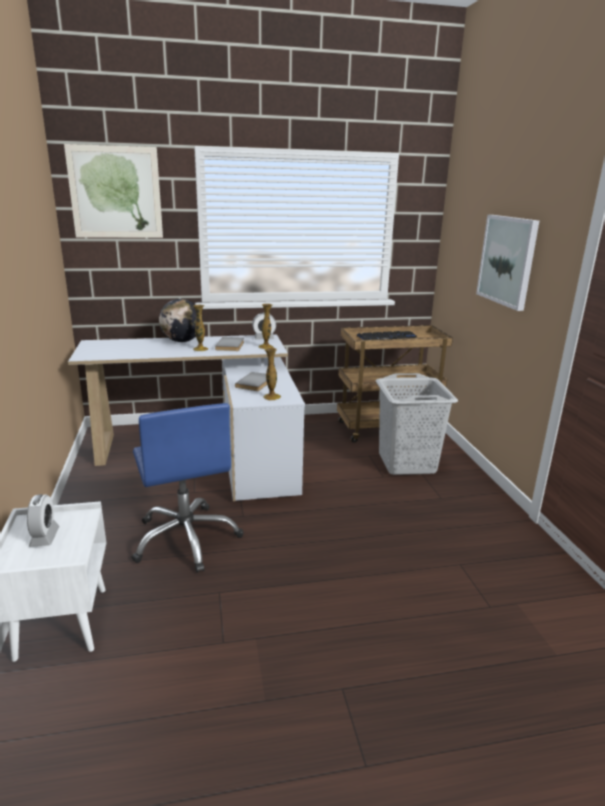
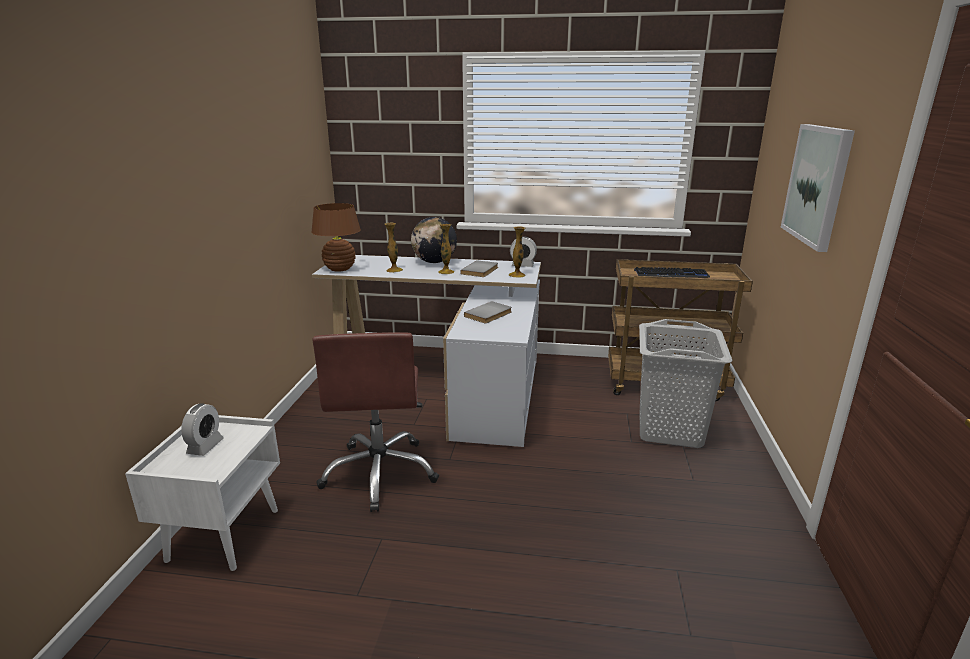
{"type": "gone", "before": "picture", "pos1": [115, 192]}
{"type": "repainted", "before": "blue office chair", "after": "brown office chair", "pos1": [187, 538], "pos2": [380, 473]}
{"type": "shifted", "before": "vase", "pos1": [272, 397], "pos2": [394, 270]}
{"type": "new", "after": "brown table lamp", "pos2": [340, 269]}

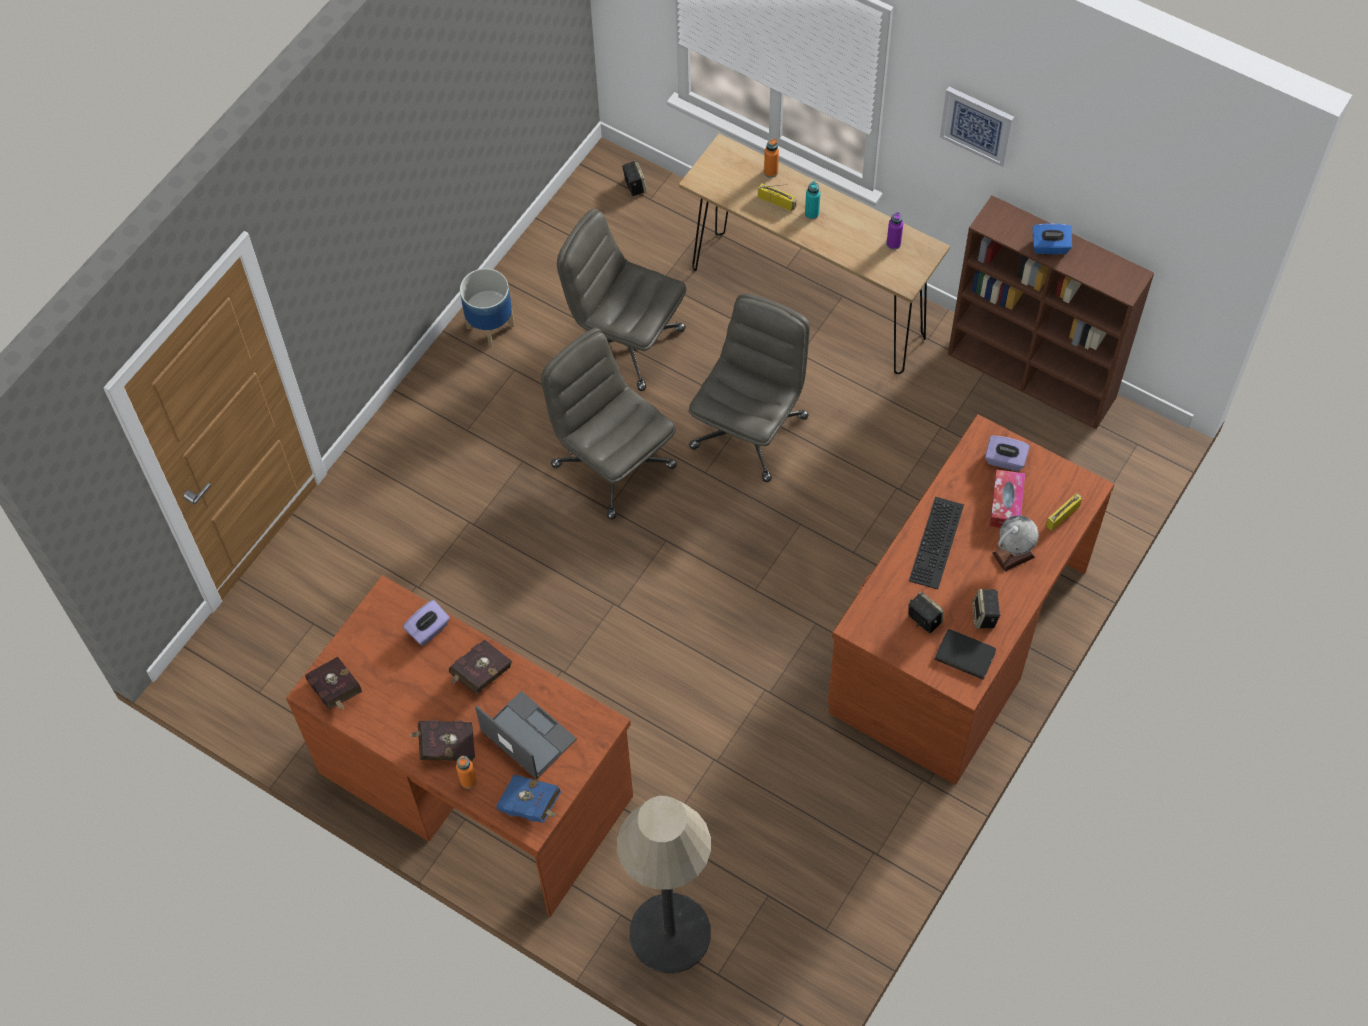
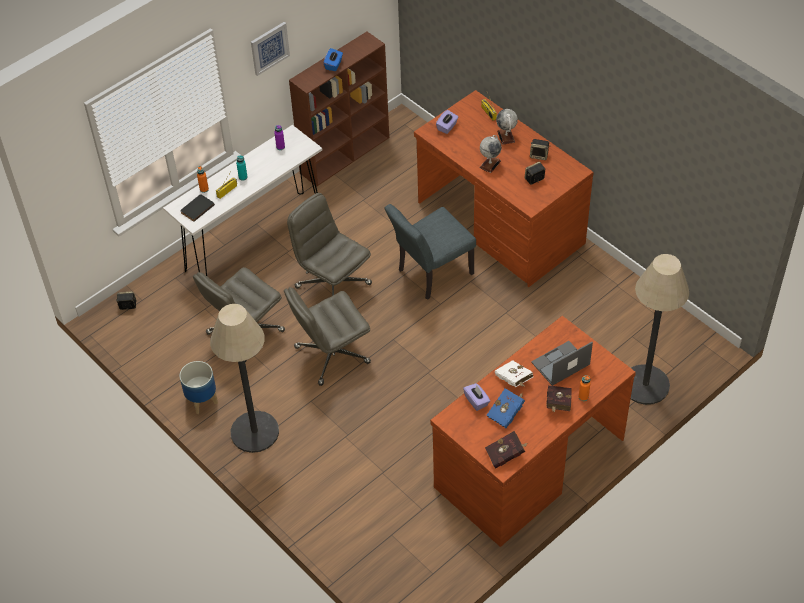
{"type": "repainted", "before": "red book", "after": "white book", "pos1": [479, 674], "pos2": [514, 380]}
{"type": "shifted", "before": "blue book", "pos1": [532, 806], "pos2": [507, 413]}
{"type": "repainted", "before": "brown console table", "after": "white console table", "pos1": [807, 302], "pos2": [254, 240]}
{"type": "swapped", "before": "keyboard", "after": "globe", "pos1": [938, 544], "pos2": [490, 164]}
{"type": "shifted", "before": "black book", "pos1": [966, 653], "pos2": [196, 208]}
{"type": "gone", "before": "tissue box", "pos1": [1006, 504]}
{"type": "new", "after": "floor lamp", "pos2": [254, 432]}
{"type": "new", "after": "grey chair", "pos2": [430, 274]}

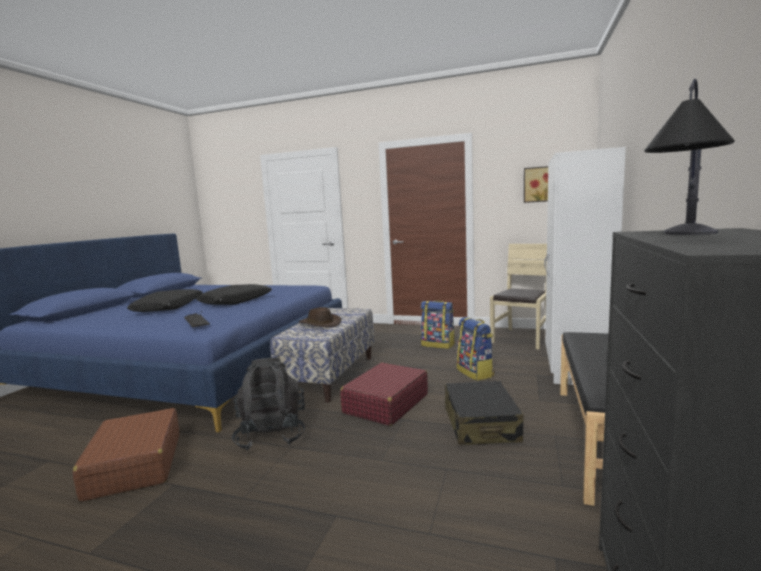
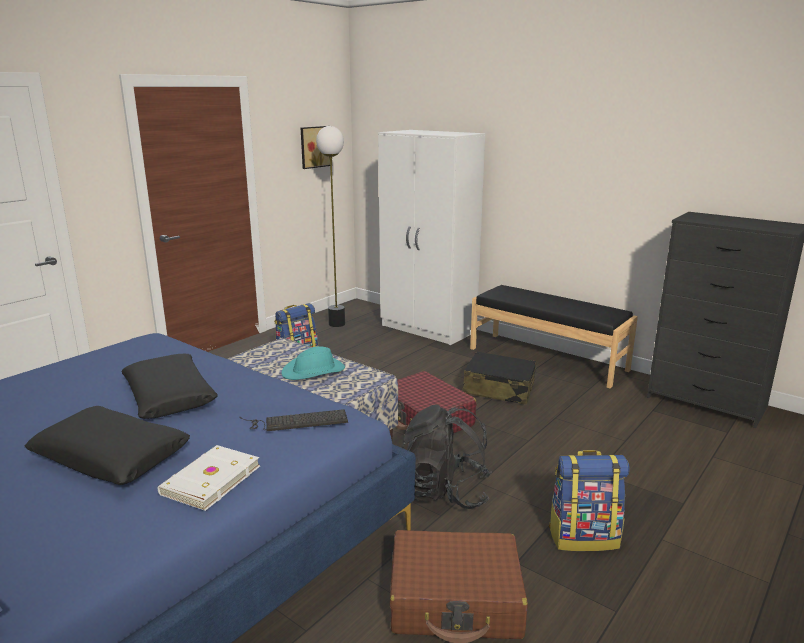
{"type": "repainted", "before": "brown hat", "after": "turquoise hat", "pos1": [319, 324], "pos2": [314, 371]}
{"type": "shifted", "before": "backpack", "pos1": [475, 373], "pos2": [583, 537]}
{"type": "swapped", "before": "beige chair", "after": "floor lamp", "pos1": [521, 338], "pos2": [337, 324]}
{"type": "gone", "before": "table lamp", "pos1": [684, 236]}
{"type": "new", "after": "white book", "pos2": [209, 480]}

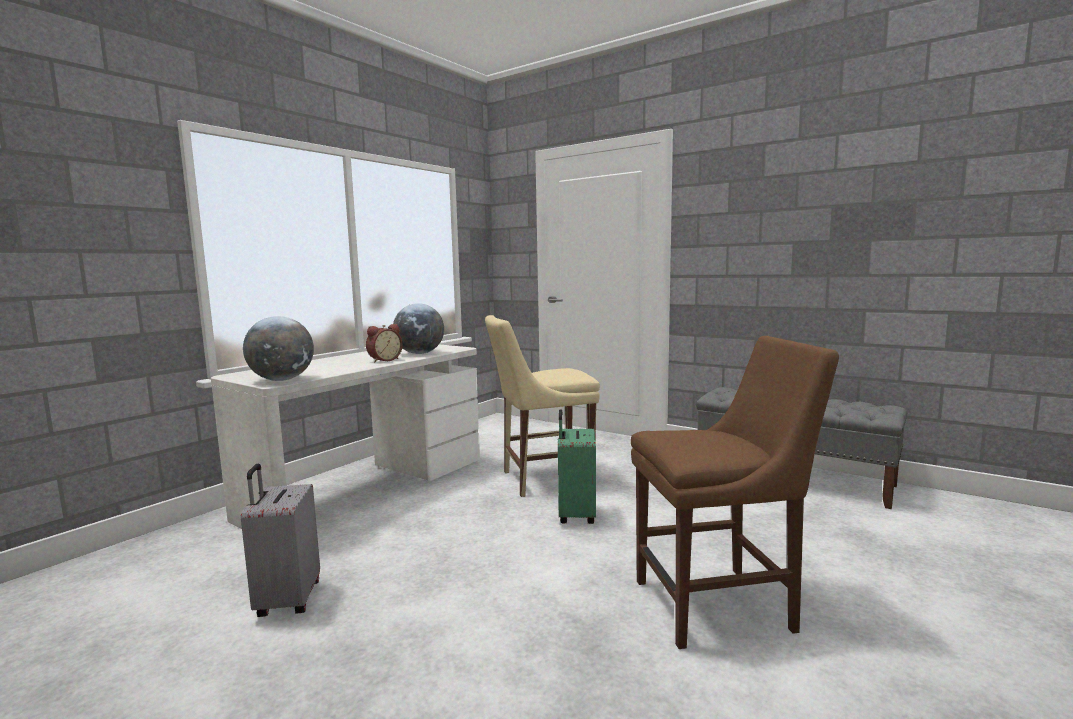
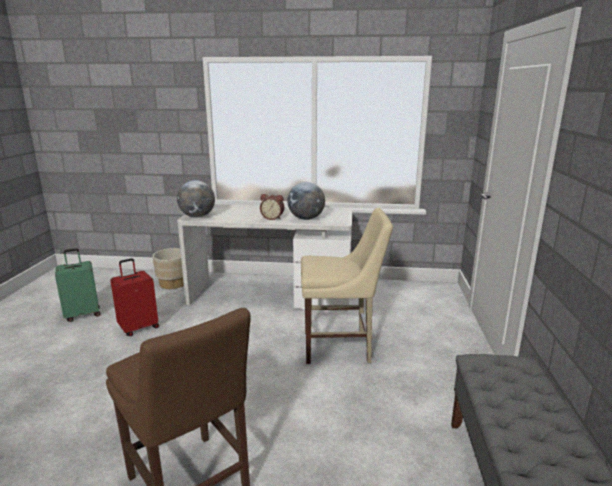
{"type": "repainted", "before": "grey suitcase", "after": "red suitcase", "pos1": [287, 600], "pos2": [138, 328]}
{"type": "rotated", "before": "beige chair", "pos1": [542, 479], "pos2": [340, 347], "turn": 135}
{"type": "shifted", "before": "green suitcase", "pos1": [575, 515], "pos2": [83, 314]}
{"type": "new", "after": "beige planter", "pos2": [173, 283]}

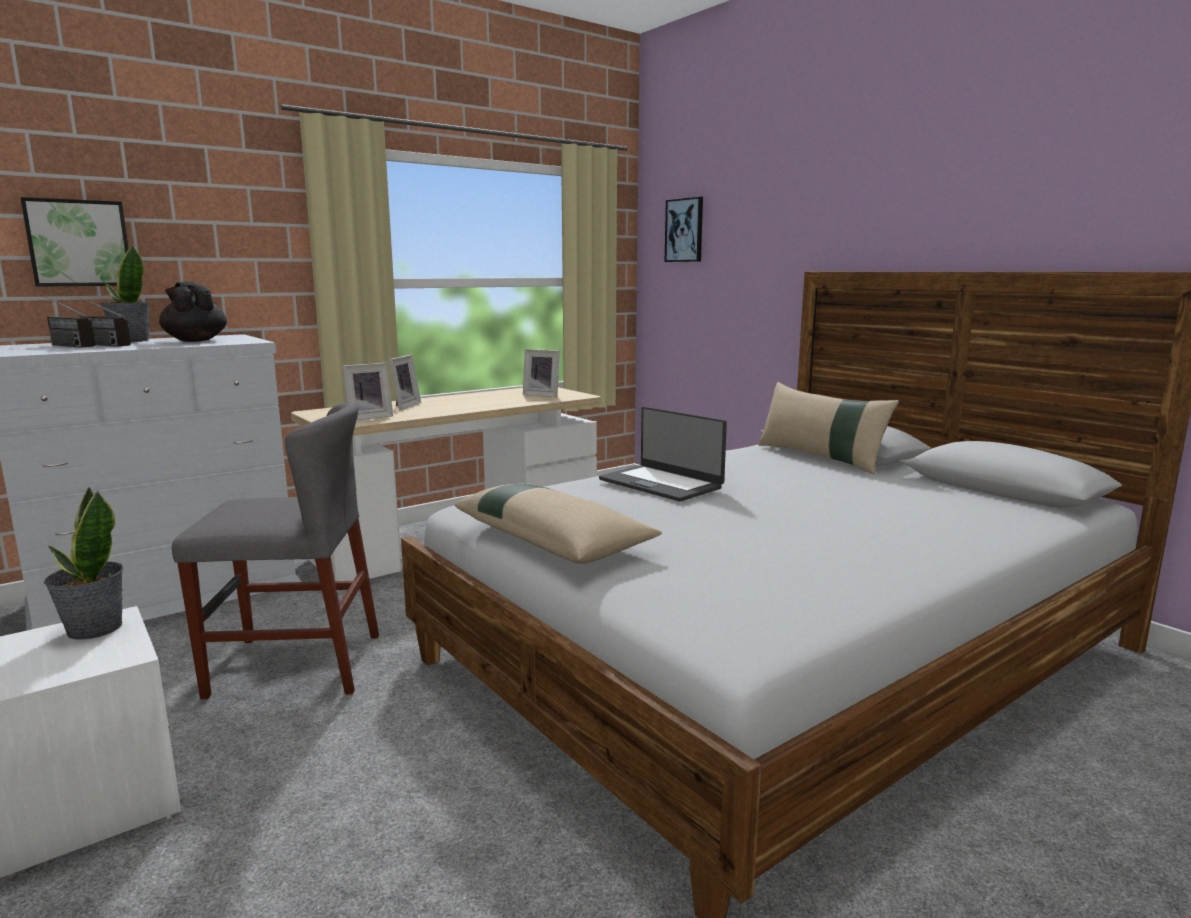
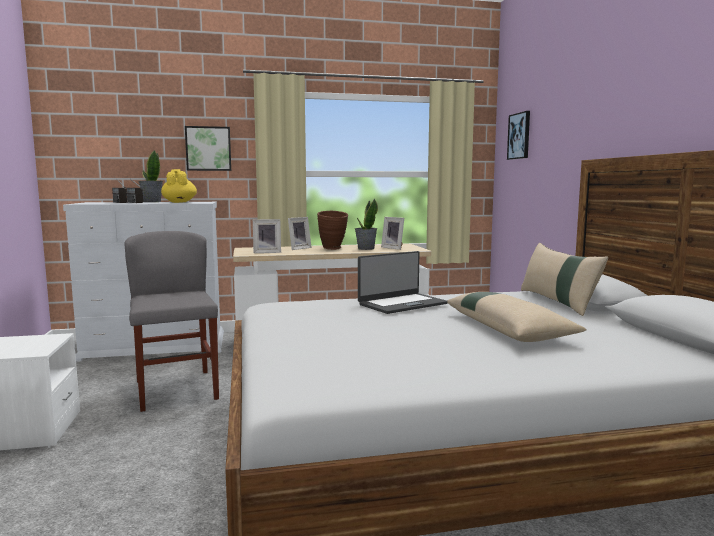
{"type": "shifted", "before": "picture", "pos1": [78, 243], "pos2": [208, 148]}
{"type": "shifted", "before": "potted plant", "pos1": [94, 629], "pos2": [365, 248]}
{"type": "repainted", "before": "black teapot", "after": "yellow teapot", "pos1": [195, 340], "pos2": [179, 202]}
{"type": "rotated", "before": "grey chair", "pos1": [295, 665], "pos2": [176, 390], "turn": -135}
{"type": "shifted", "before": "beige pillow", "pos1": [553, 539], "pos2": [508, 329]}
{"type": "rotated", "before": "laptop", "pos1": [661, 483], "pos2": [402, 304], "turn": -105}
{"type": "new", "after": "brown vase", "pos2": [333, 249]}

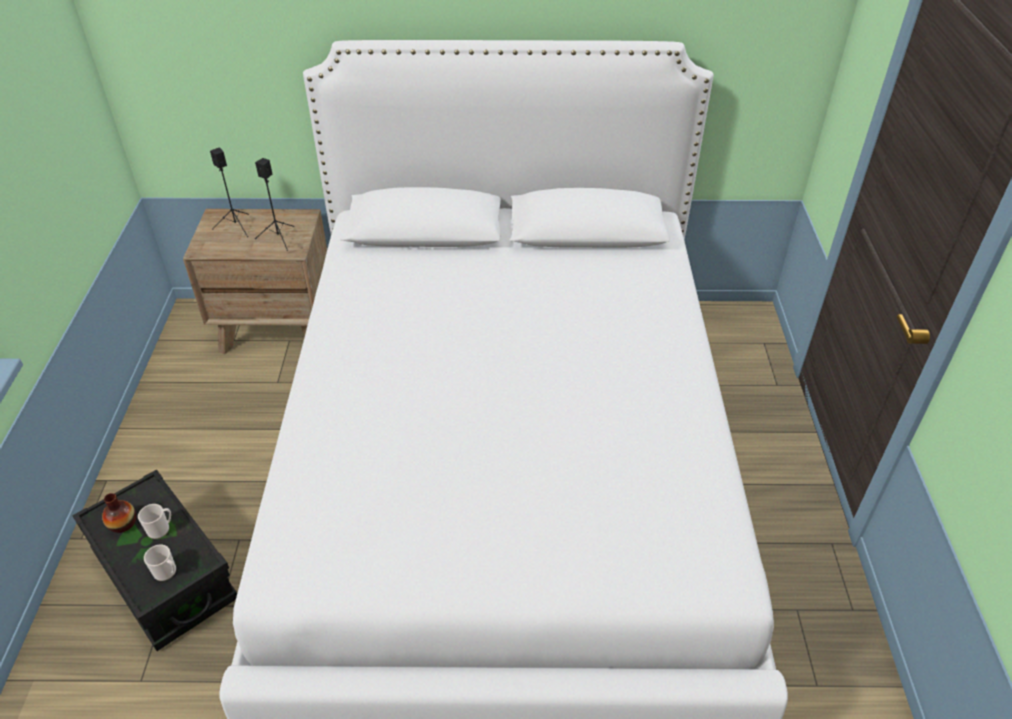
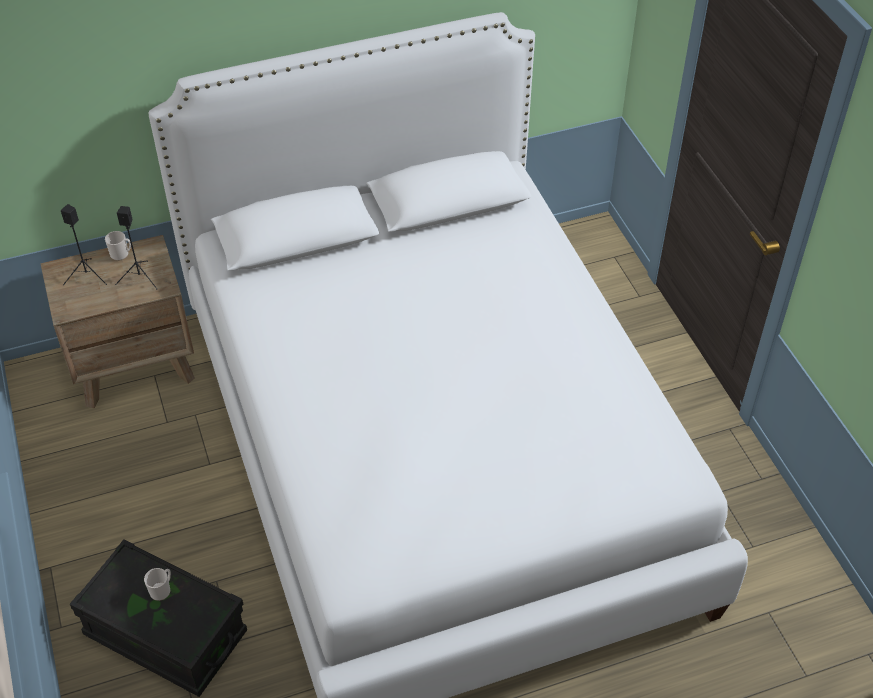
{"type": "gone", "before": "vase", "pos1": [123, 523]}
{"type": "shifted", "before": "mug", "pos1": [167, 572], "pos2": [121, 254]}

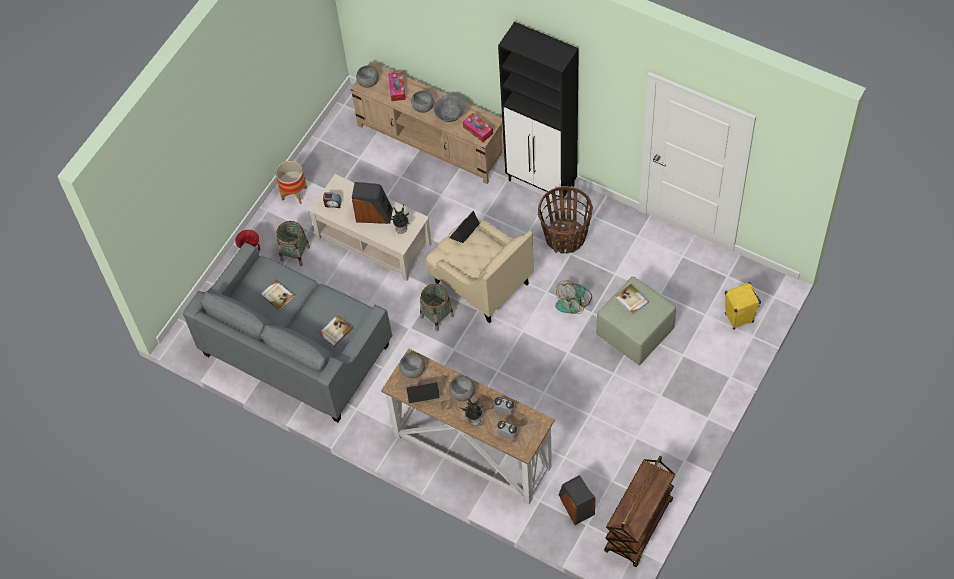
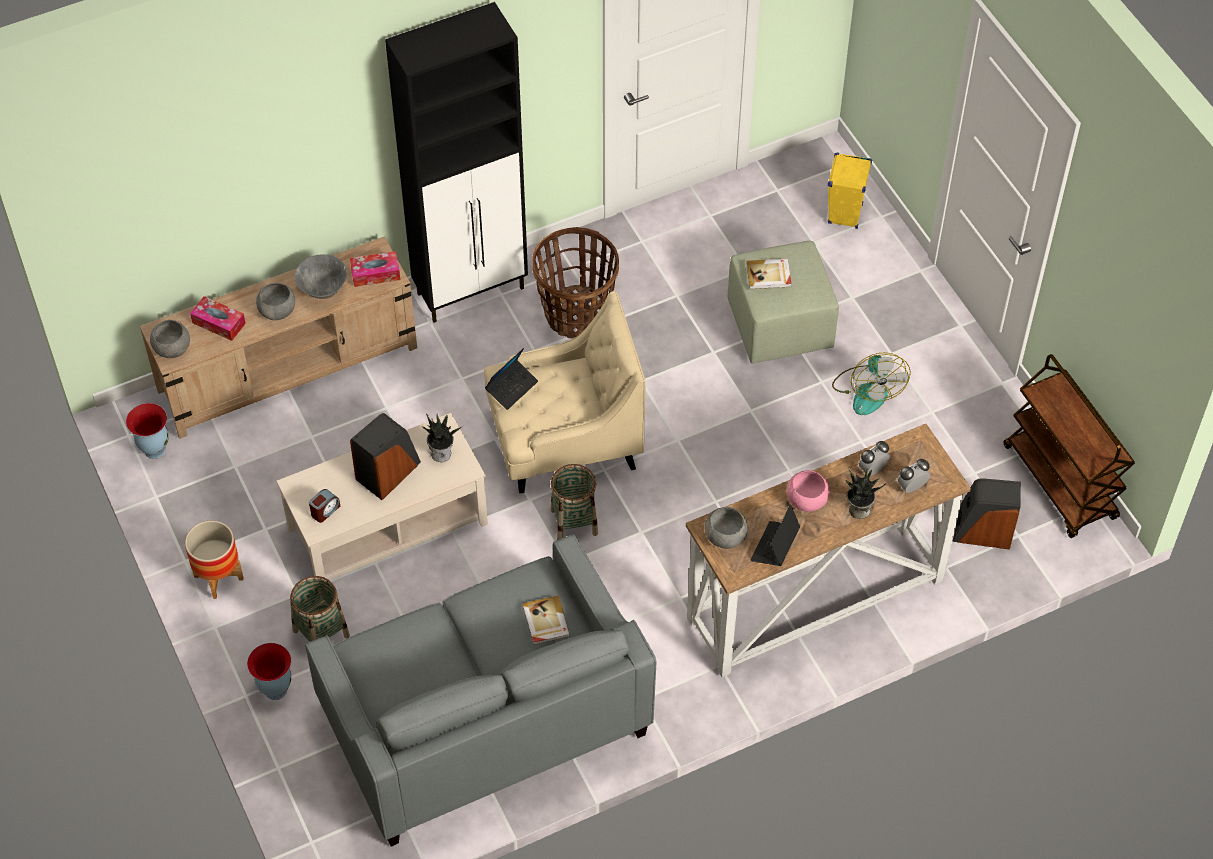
{"type": "gone", "before": "book", "pos1": [277, 295]}
{"type": "rotated", "before": "laptop", "pos1": [464, 232], "pos2": [512, 387], "turn": -120}
{"type": "repainted", "before": "grey bowl", "after": "pink bowl", "pos1": [462, 392], "pos2": [806, 500]}
{"type": "shifted", "before": "fan", "pos1": [574, 301], "pos2": [867, 390]}
{"type": "new", "after": "vase", "pos2": [154, 449]}

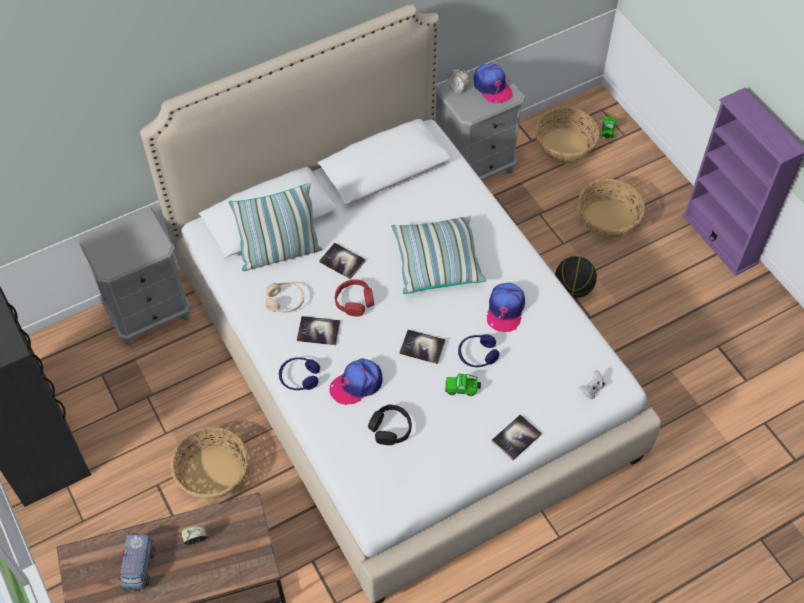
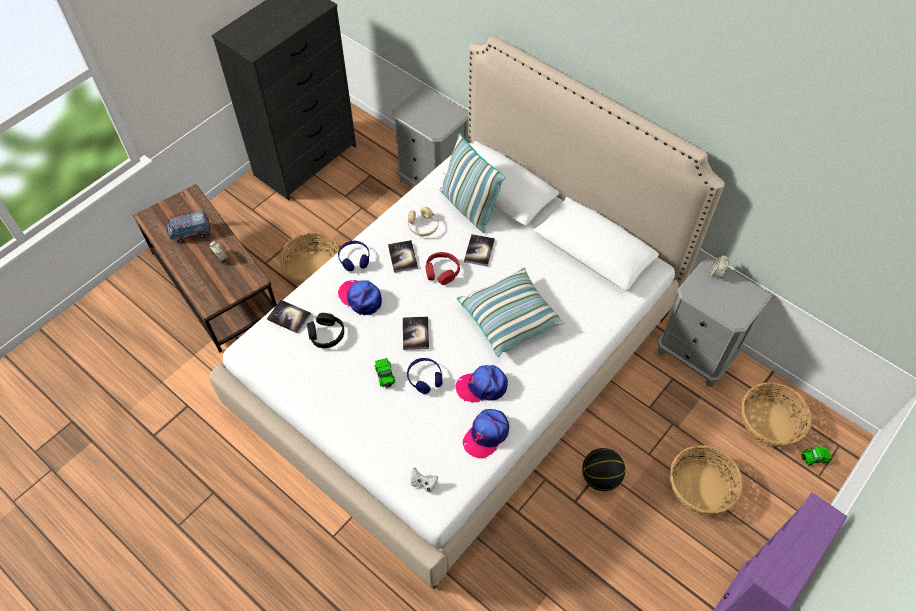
{"type": "shifted", "before": "cap", "pos1": [492, 87], "pos2": [486, 435]}
{"type": "shifted", "before": "book", "pos1": [516, 438], "pos2": [289, 317]}

